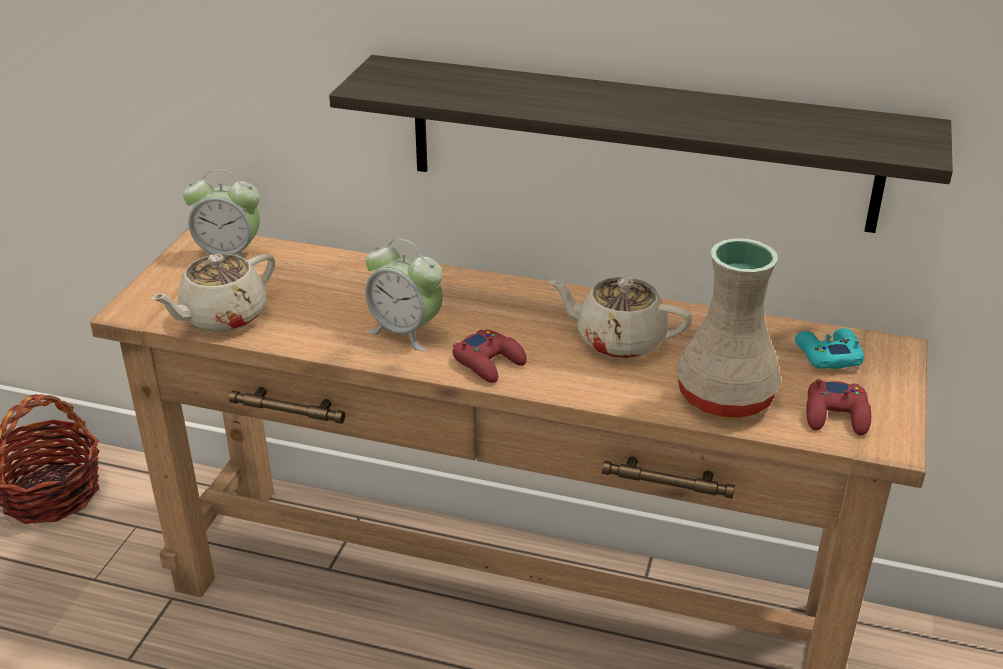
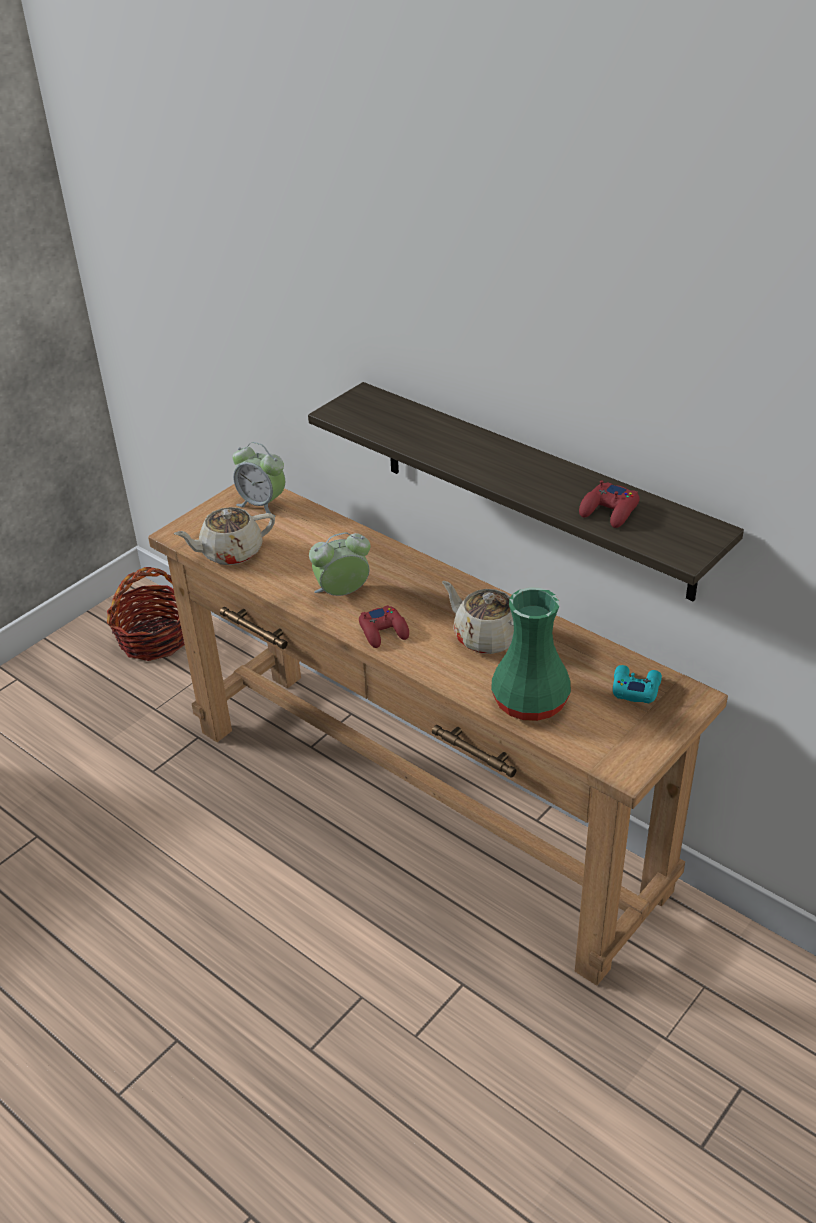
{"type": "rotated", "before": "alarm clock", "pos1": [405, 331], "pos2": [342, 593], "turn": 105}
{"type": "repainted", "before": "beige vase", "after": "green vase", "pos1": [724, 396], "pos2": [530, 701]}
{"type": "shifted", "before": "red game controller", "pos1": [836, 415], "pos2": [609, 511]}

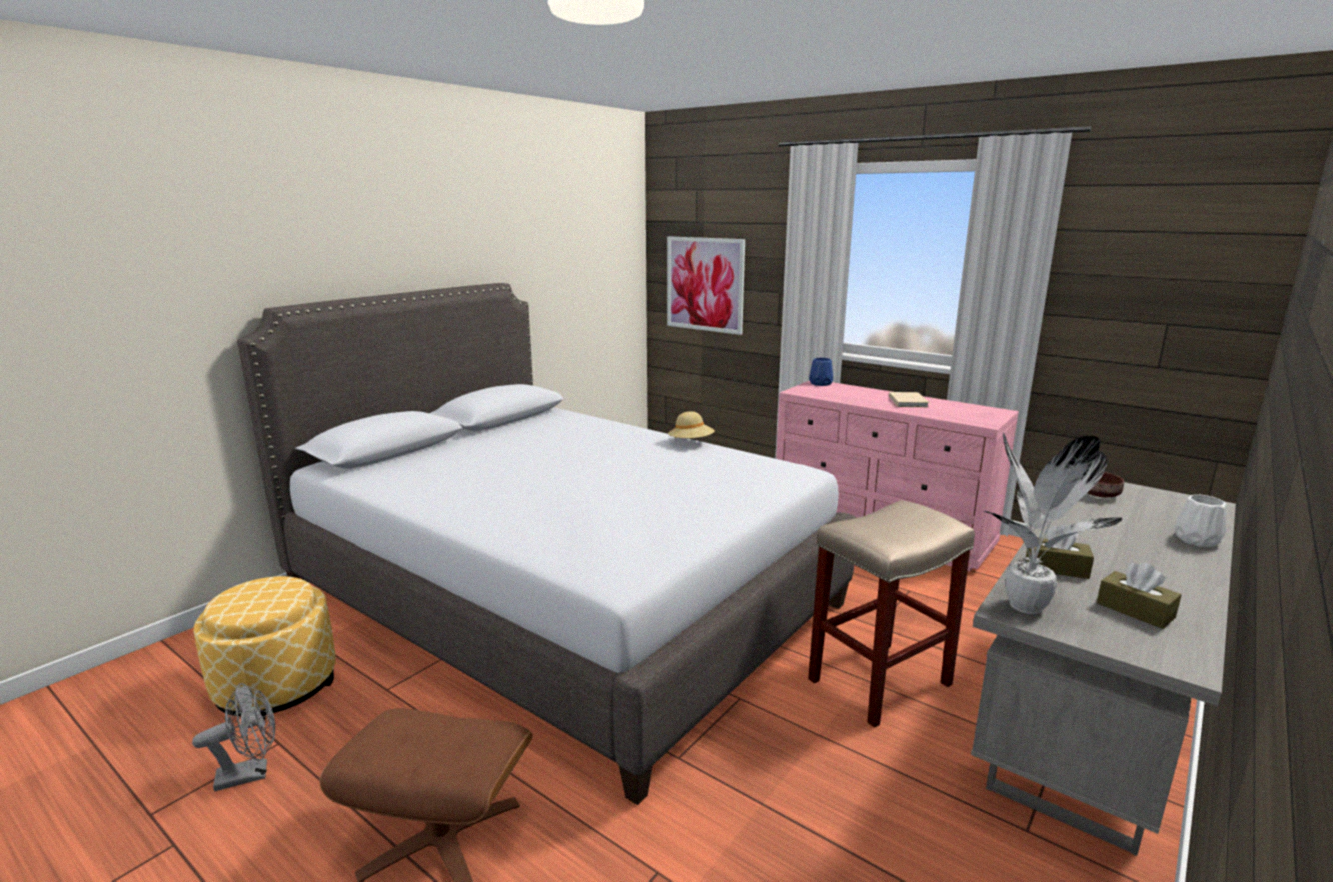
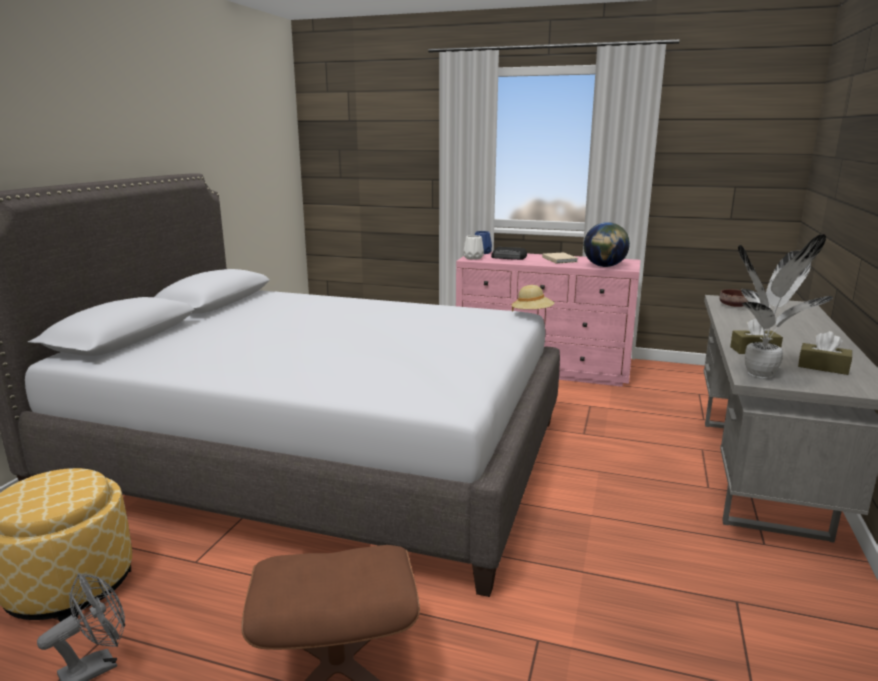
{"type": "gone", "before": "picture", "pos1": [705, 284]}
{"type": "shifted", "before": "beige hat", "pos1": [691, 443], "pos2": [532, 314]}
{"type": "gone", "before": "beige stool", "pos1": [880, 681]}
{"type": "shifted", "before": "white vase", "pos1": [1195, 540], "pos2": [472, 258]}
{"type": "new", "after": "radio", "pos2": [509, 257]}
{"type": "new", "after": "globe", "pos2": [604, 266]}

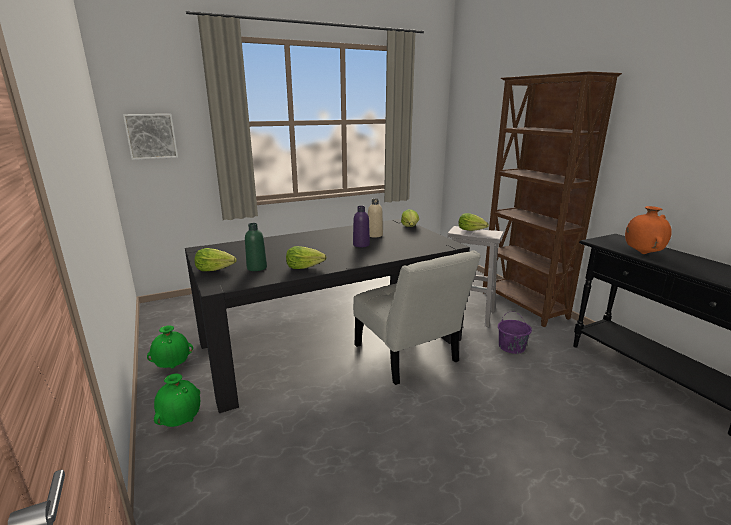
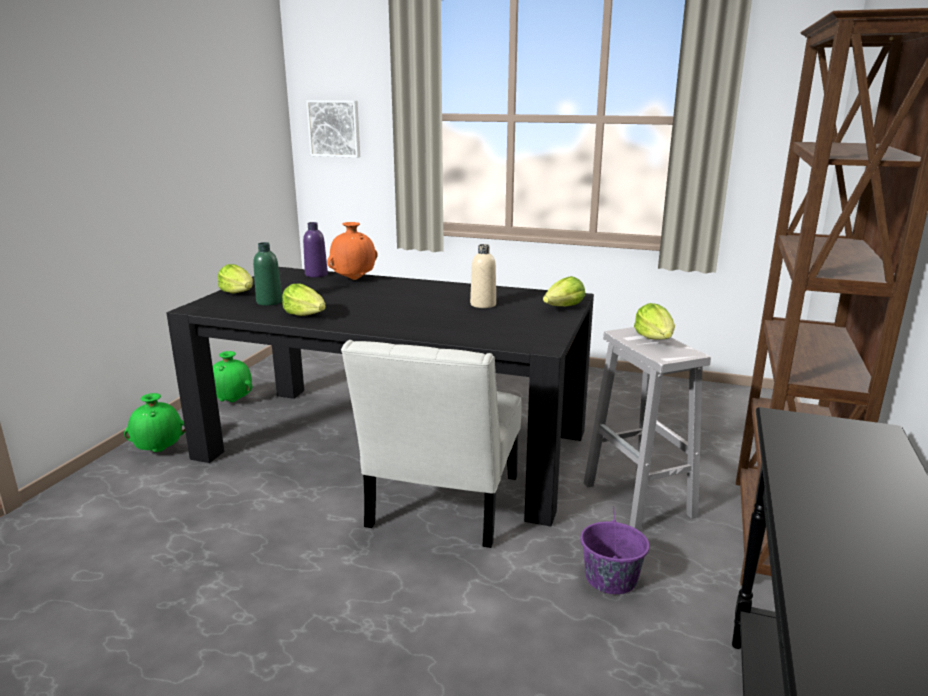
{"type": "shifted", "before": "purple bottle", "pos1": [361, 245], "pos2": [316, 274]}
{"type": "shifted", "before": "orange vase", "pos1": [642, 253], "pos2": [354, 279]}

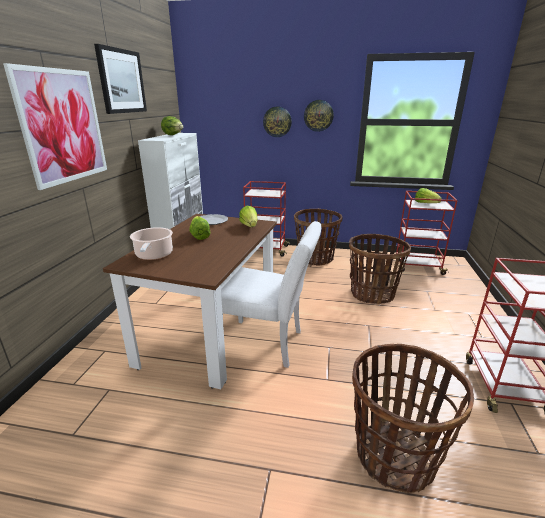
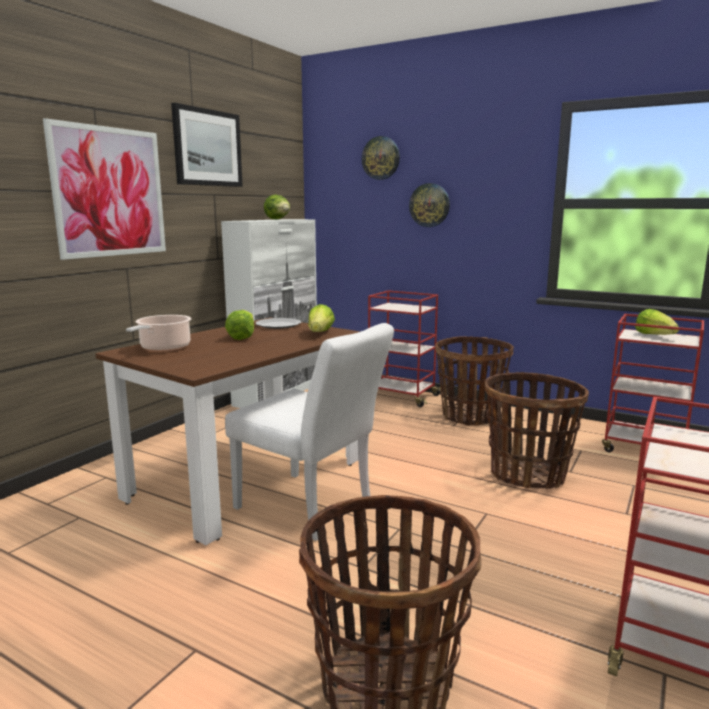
{"type": "shifted", "before": "wall clock", "pos1": [318, 115], "pos2": [381, 158]}

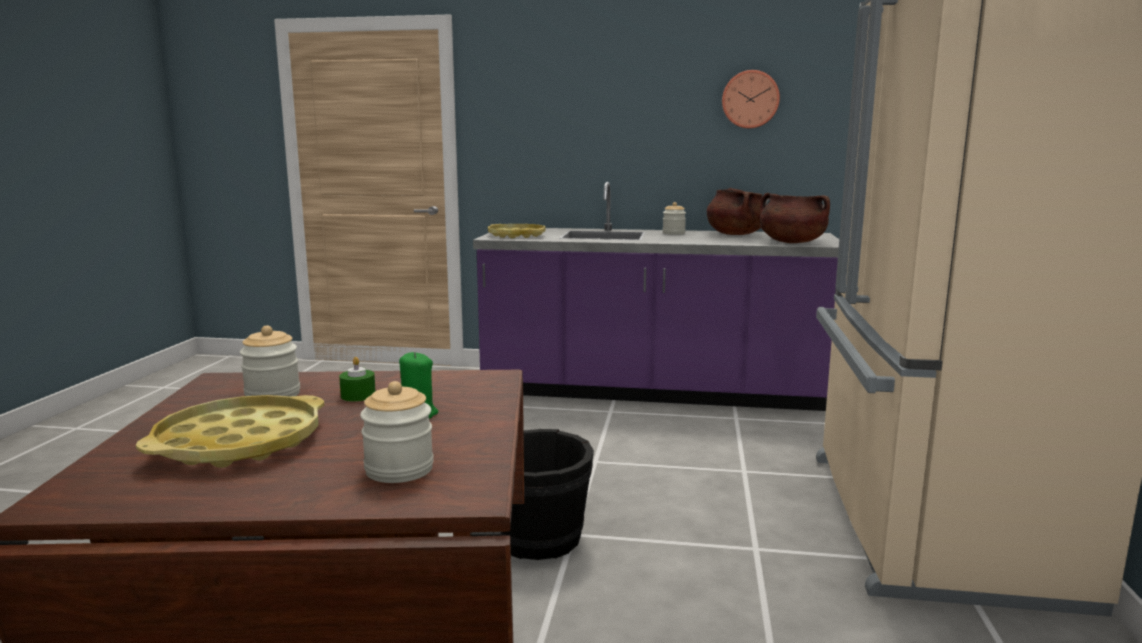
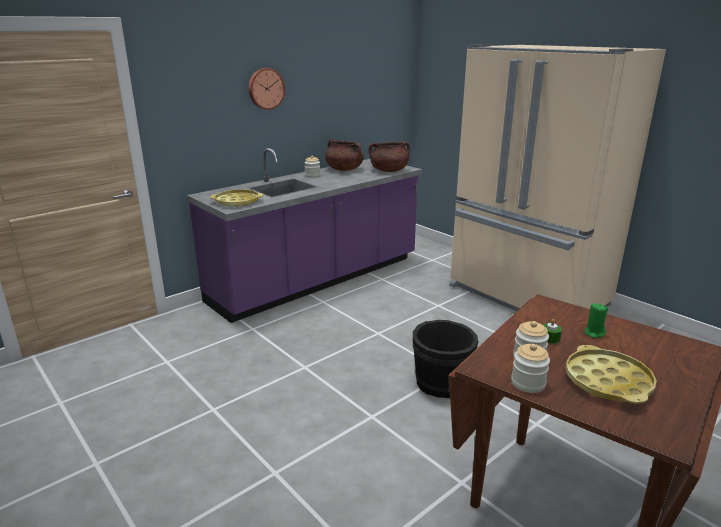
{"type": "shifted", "before": "jar", "pos1": [399, 469], "pos2": [528, 383]}
{"type": "shifted", "before": "wall clock", "pos1": [750, 99], "pos2": [265, 88]}

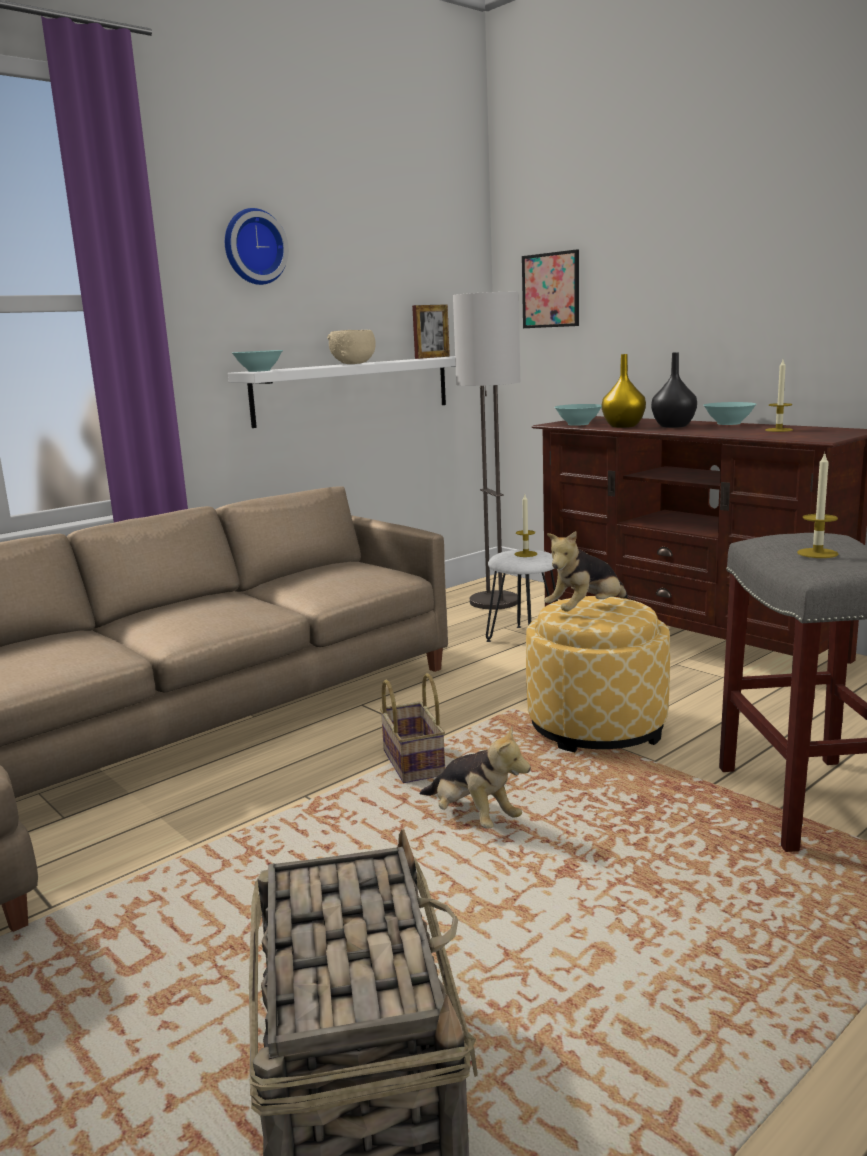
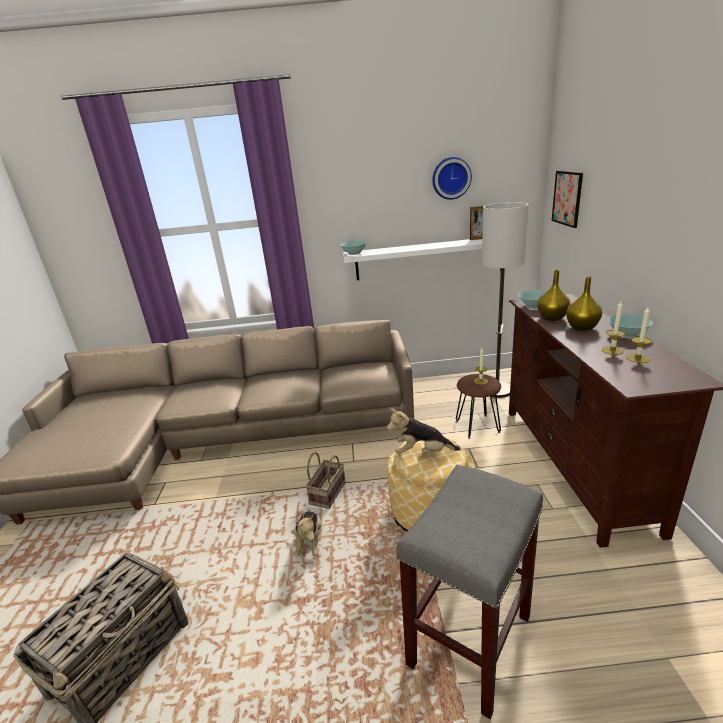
{"type": "shifted", "before": "wall clock", "pos1": [253, 247], "pos2": [451, 178]}
{"type": "gone", "before": "beige bowl", "pos1": [354, 363]}
{"type": "repainted", "before": "white stool", "after": "brown stool", "pos1": [525, 638], "pos2": [478, 426]}
{"type": "repainted", "before": "black vase", "after": "yellow vase", "pos1": [672, 426], "pos2": [581, 327]}
{"type": "shifted", "before": "candle", "pos1": [817, 553], "pos2": [612, 350]}

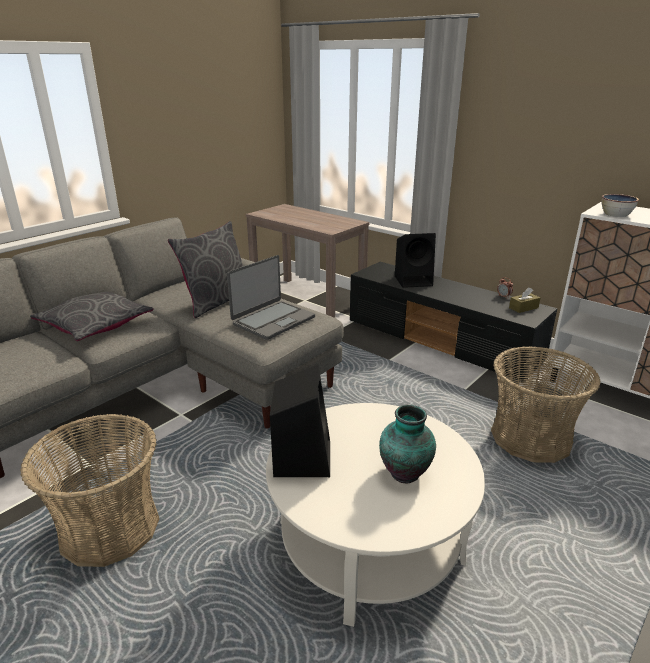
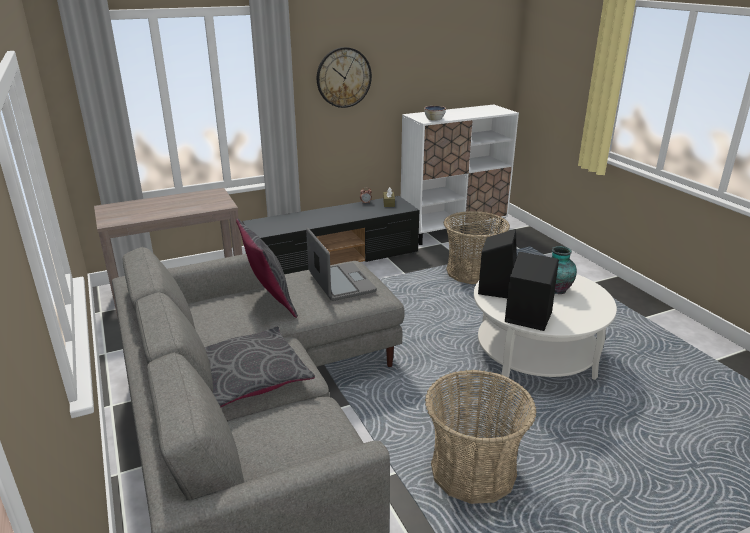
{"type": "shifted", "before": "black speaker", "pos1": [414, 281], "pos2": [497, 287]}
{"type": "new", "after": "wall clock", "pos2": [343, 77]}

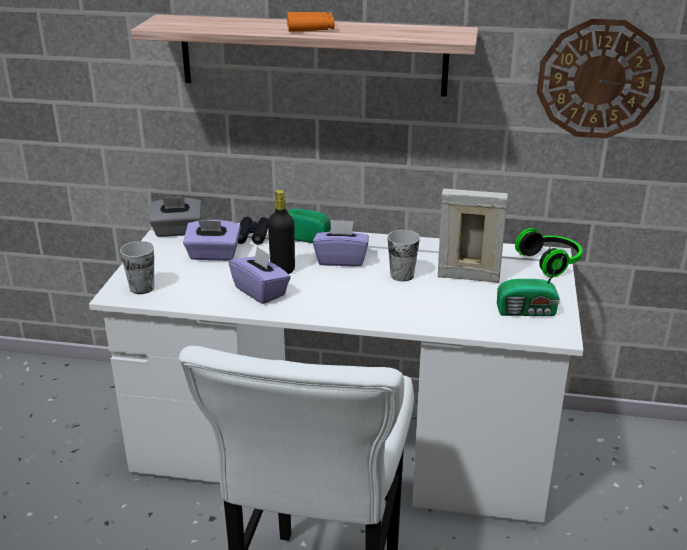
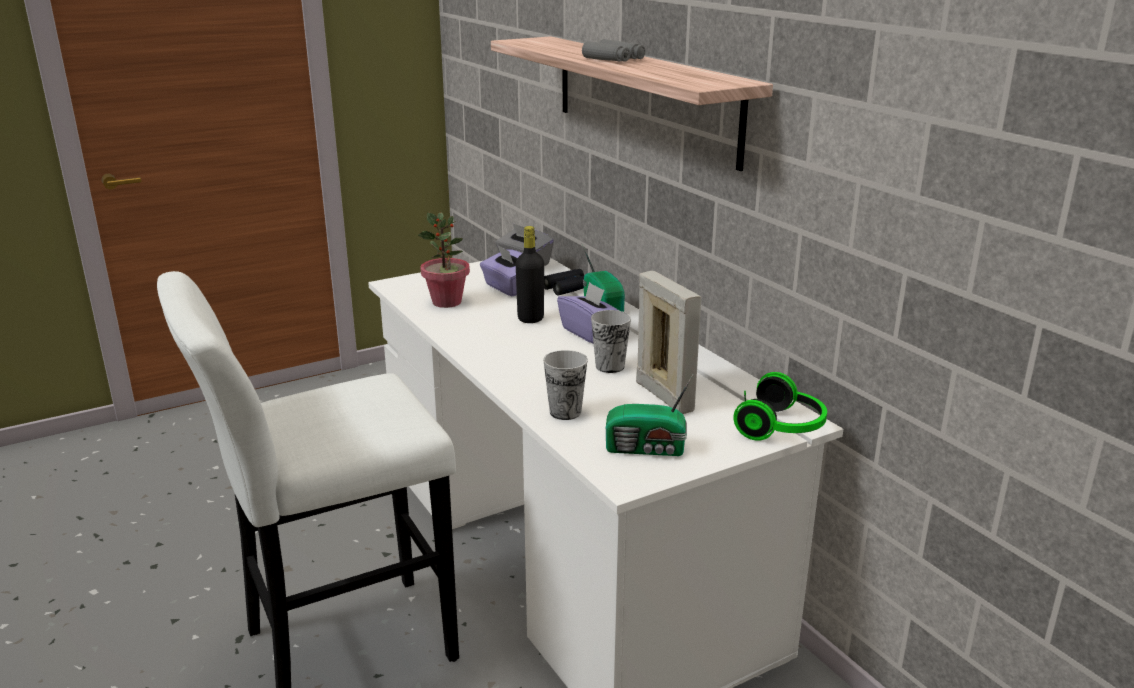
{"type": "shifted", "before": "cup", "pos1": [142, 288], "pos2": [565, 412]}
{"type": "gone", "before": "purple tissue box", "pos1": [261, 291]}
{"type": "repainted", "before": "orange binoculars", "after": "grey binoculars", "pos1": [310, 28], "pos2": [614, 59]}
{"type": "rotated", "before": "radio", "pos1": [528, 311], "pos2": [647, 449], "turn": -45}
{"type": "gone", "before": "wall clock", "pos1": [599, 79]}
{"type": "new", "after": "potted plant", "pos2": [447, 302]}

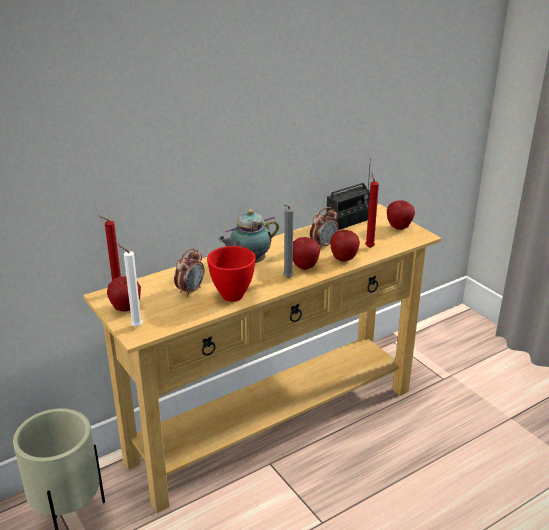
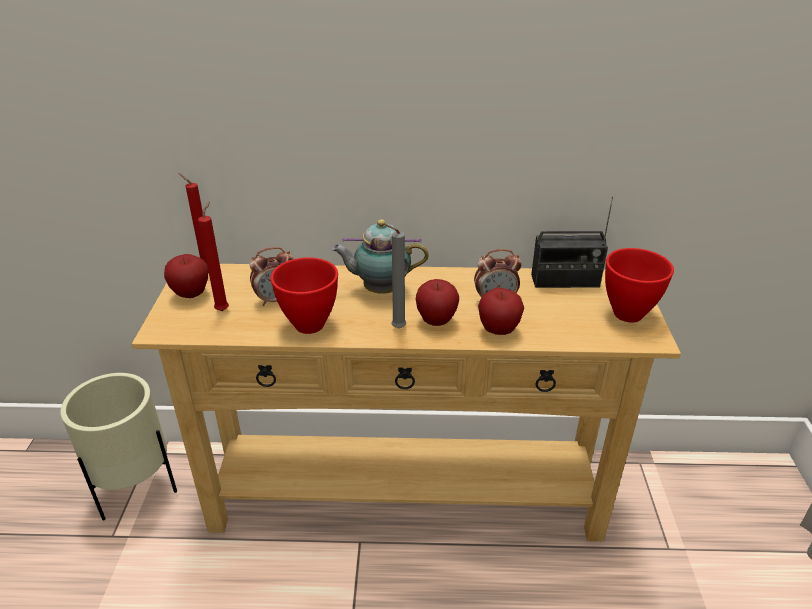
{"type": "gone", "before": "white candle", "pos1": [135, 326]}
{"type": "shifted", "before": "red candle", "pos1": [369, 247], "pos2": [223, 309]}
{"type": "swapped", "before": "apple", "after": "red bowl", "pos1": [399, 228], "pos2": [629, 314]}

